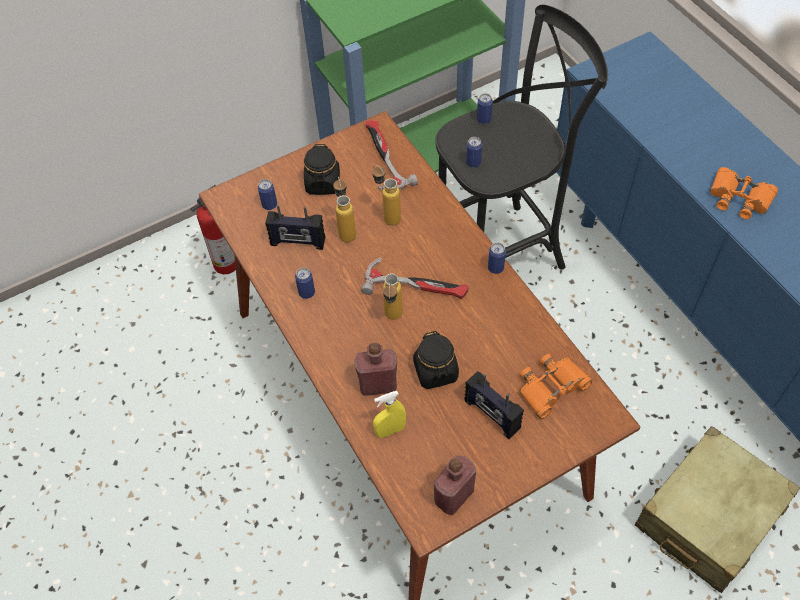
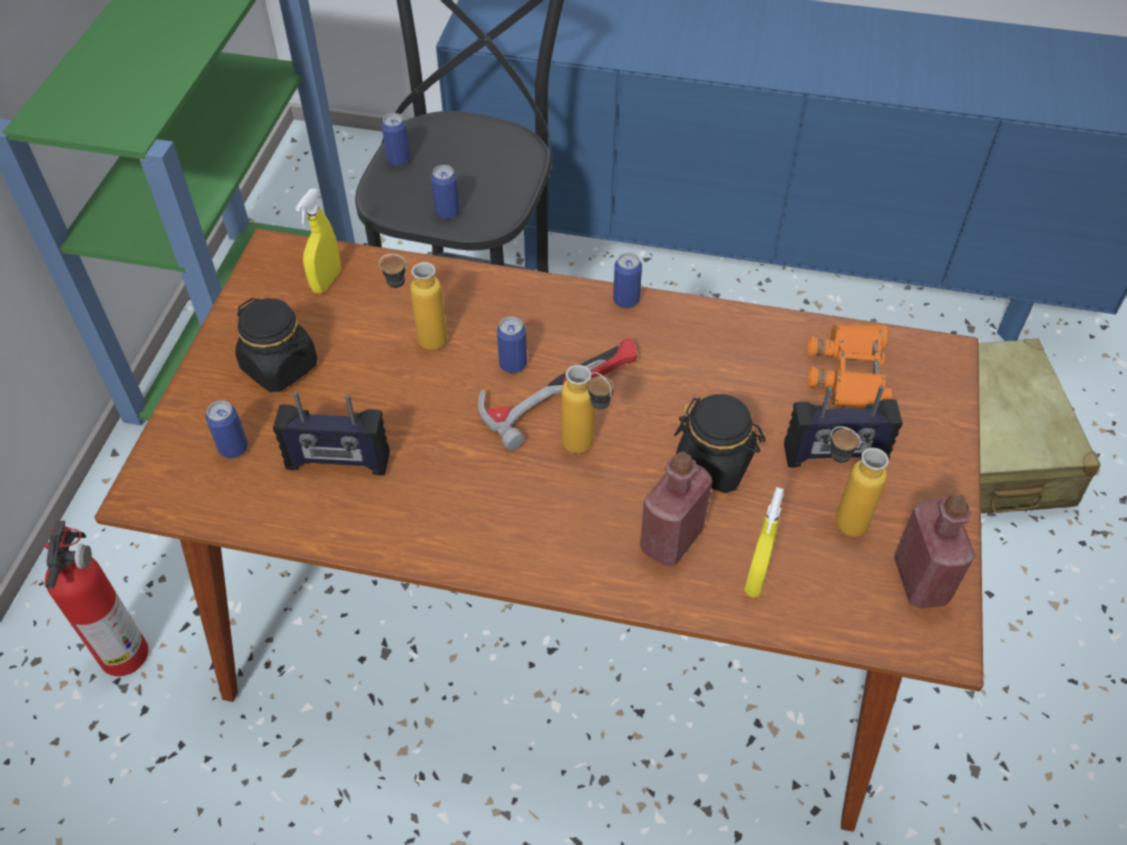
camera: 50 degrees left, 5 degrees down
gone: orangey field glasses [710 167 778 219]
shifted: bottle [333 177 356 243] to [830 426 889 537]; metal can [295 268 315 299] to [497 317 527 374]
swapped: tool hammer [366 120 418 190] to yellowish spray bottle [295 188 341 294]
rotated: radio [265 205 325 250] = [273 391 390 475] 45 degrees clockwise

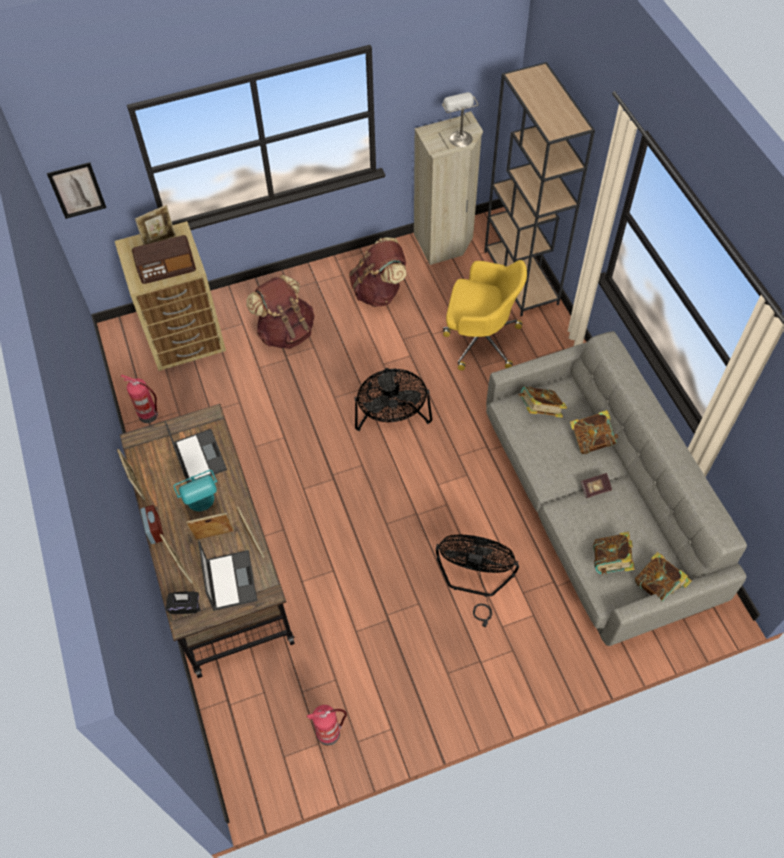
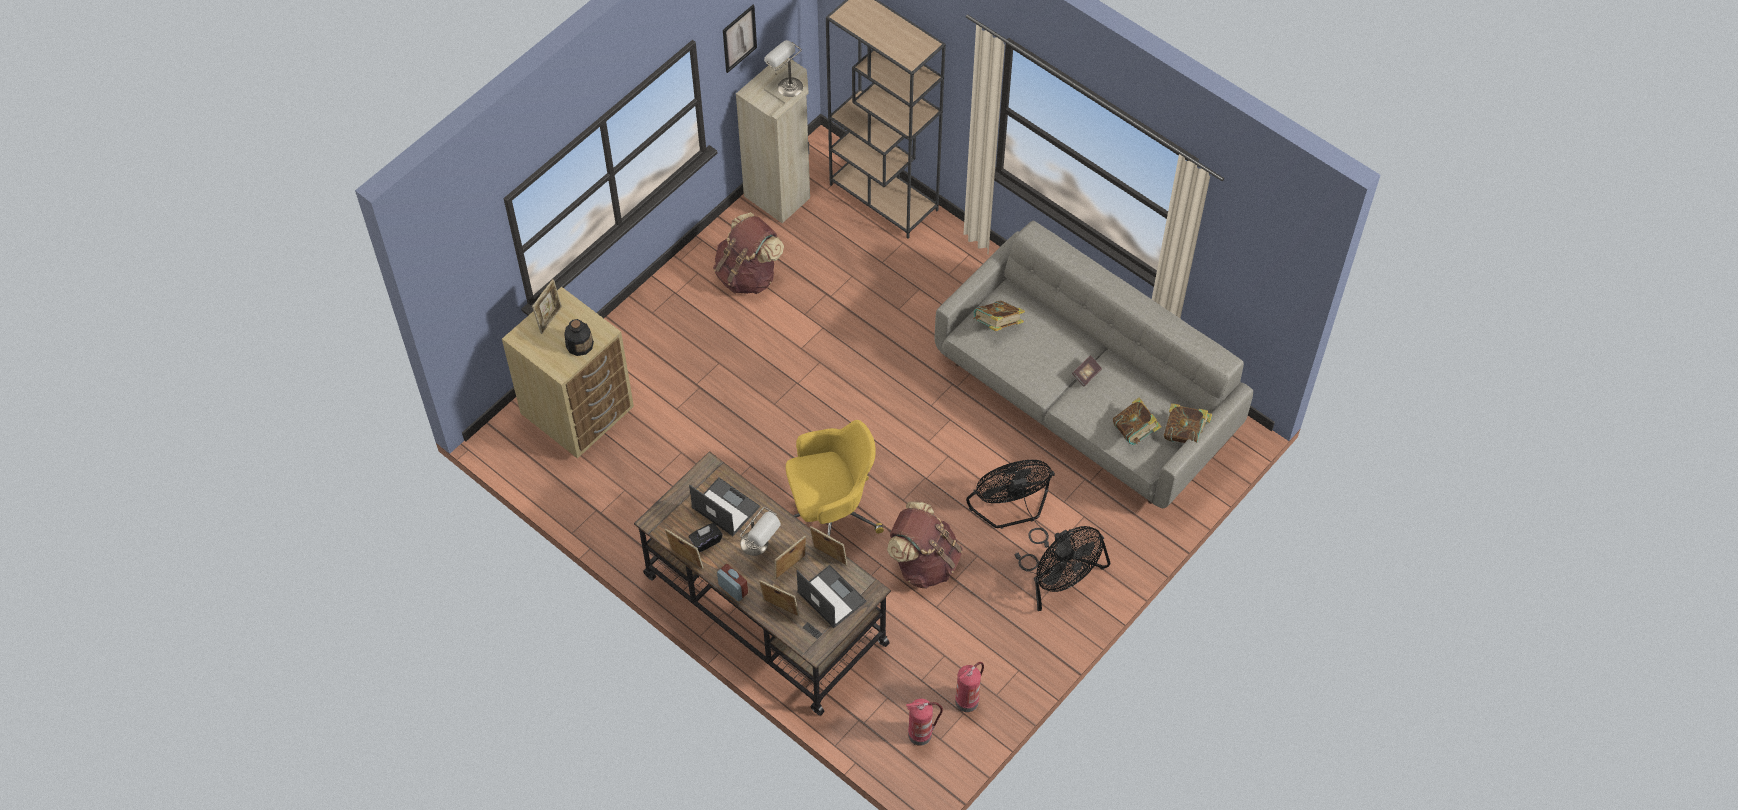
camera: 30 degrees left, 0 degrees up
gone: volume [570 410 618 454]
shifted: wall picture [47 162 106 219] to [723 5 757 73]; yellowish office chair [443 260 527 370] to [786 420 884 536]; brown-coloured backpack [246 275 314 349] to [887 501 963 589]; black-coloured cooling fan [354 368 432 431] to [1015 526 1110 611]; extinguisher [121 375 158 423] to [906 699 943 746]; black-coloured tissue box [166 592 199 614] to [689 523 723 552]
swapped: radio [132 235 196 284] to bottle [564 319 594 356]
repainted: turquoise tabletop lamp [173 470 217 511] to white tabletop lamp [740 507 781 556]

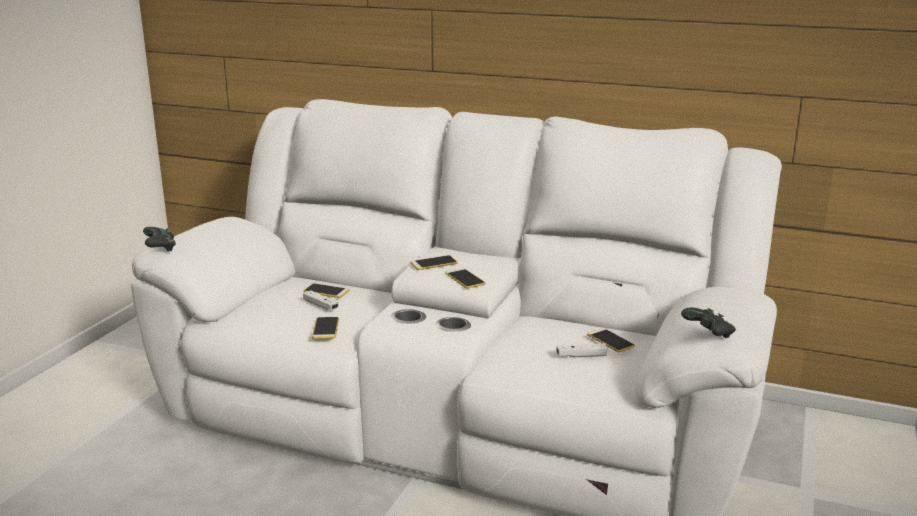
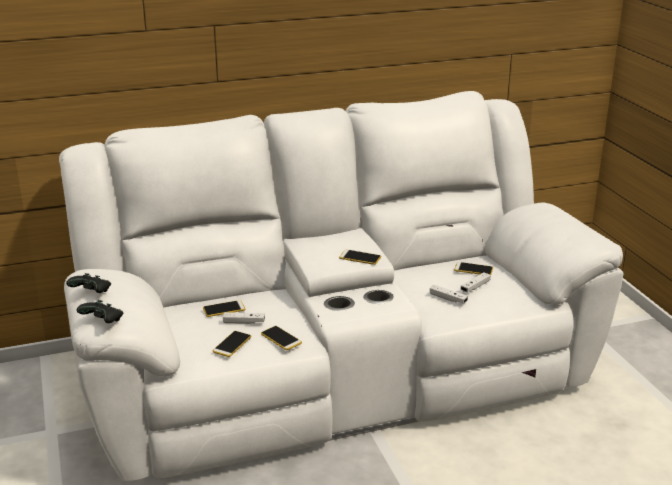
camera: 40 degrees left, 5 degrees up
new: white gamepad [430 285 468 304]
shifted: handset [410 255 458 270] to [212 331 251 357]; black-coloured gamepad [681 308 736 338] to [66 273 111 293]

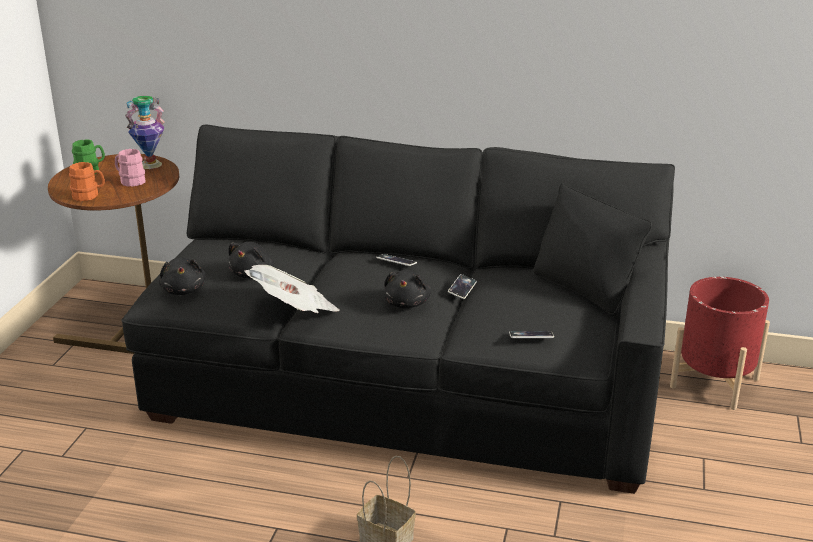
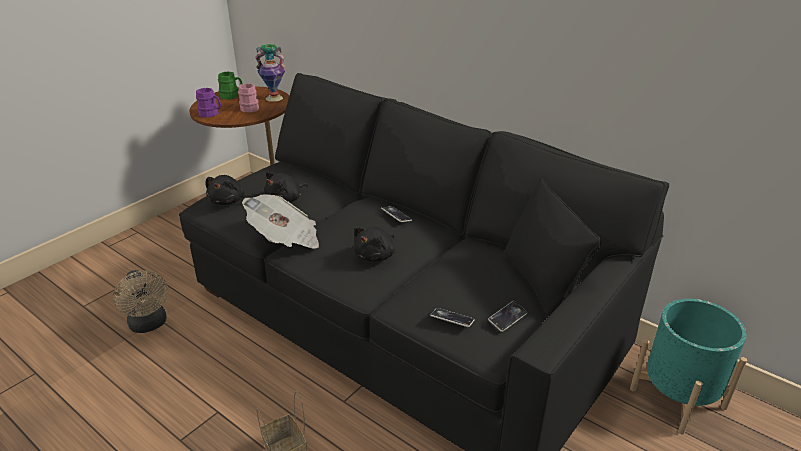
camera: 25 degrees right, 5 degrees up
new: beige cooling fan [113 270 168 333]
shifted: handset [448 274 477 299] to [488 301 527 332]
repainted: orangey tea mug [69 162 105 201] to purplish tea mug [196 88 221 118]; reddish flower pot [670 277 770 410] to turquoise flower pot [630 299 747 435]

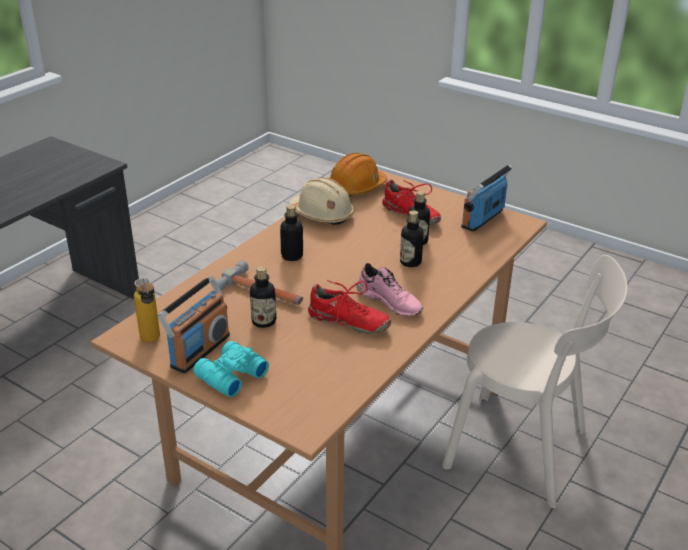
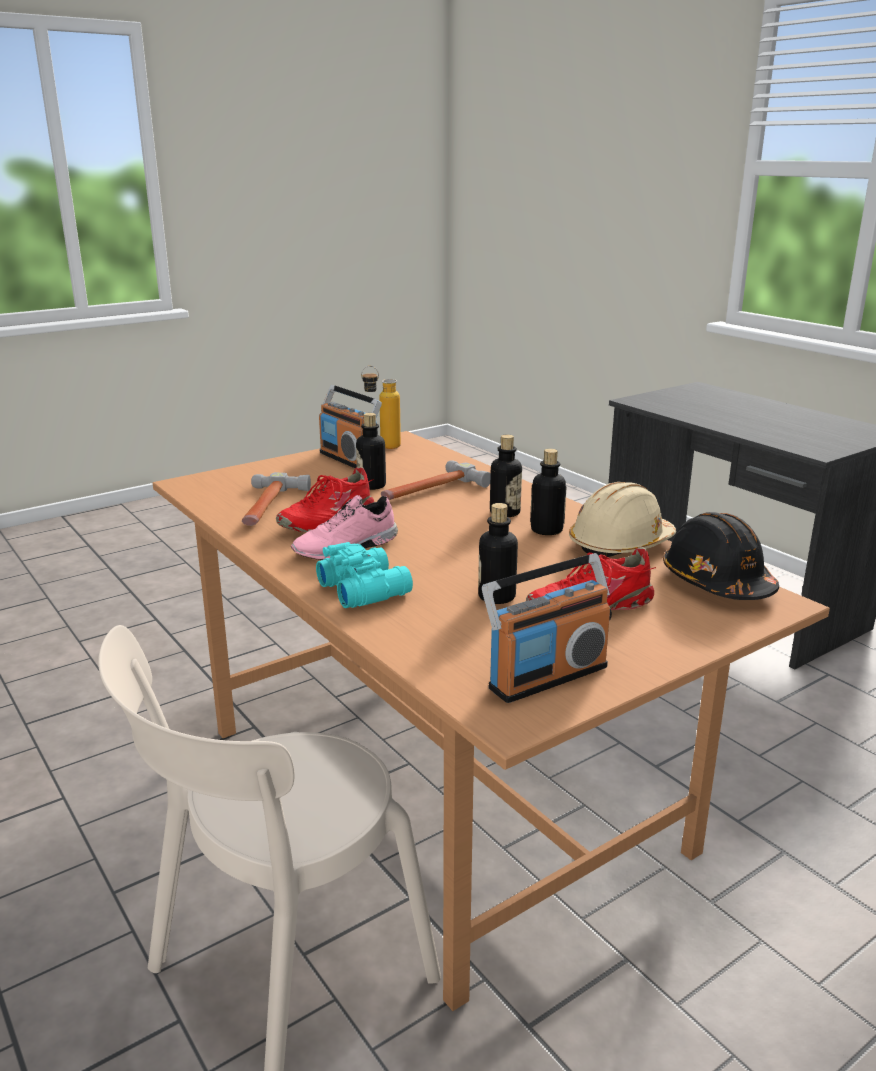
camera: 110 degrees right, 10 degrees down
new: tool hammer [242 472 311 526]
shifted: bottle [400 210 424 267] to [530 449 567 535]; turquoise field glasses [193 341 269 397] to [316 542 413 608]
repainted: orangey work helmet [330 153 387 197] to black-coloured work helmet [663 512 779 600]
rotated: radio [461 164 513 232] = [482 553 612 703] 90 degrees clockwise

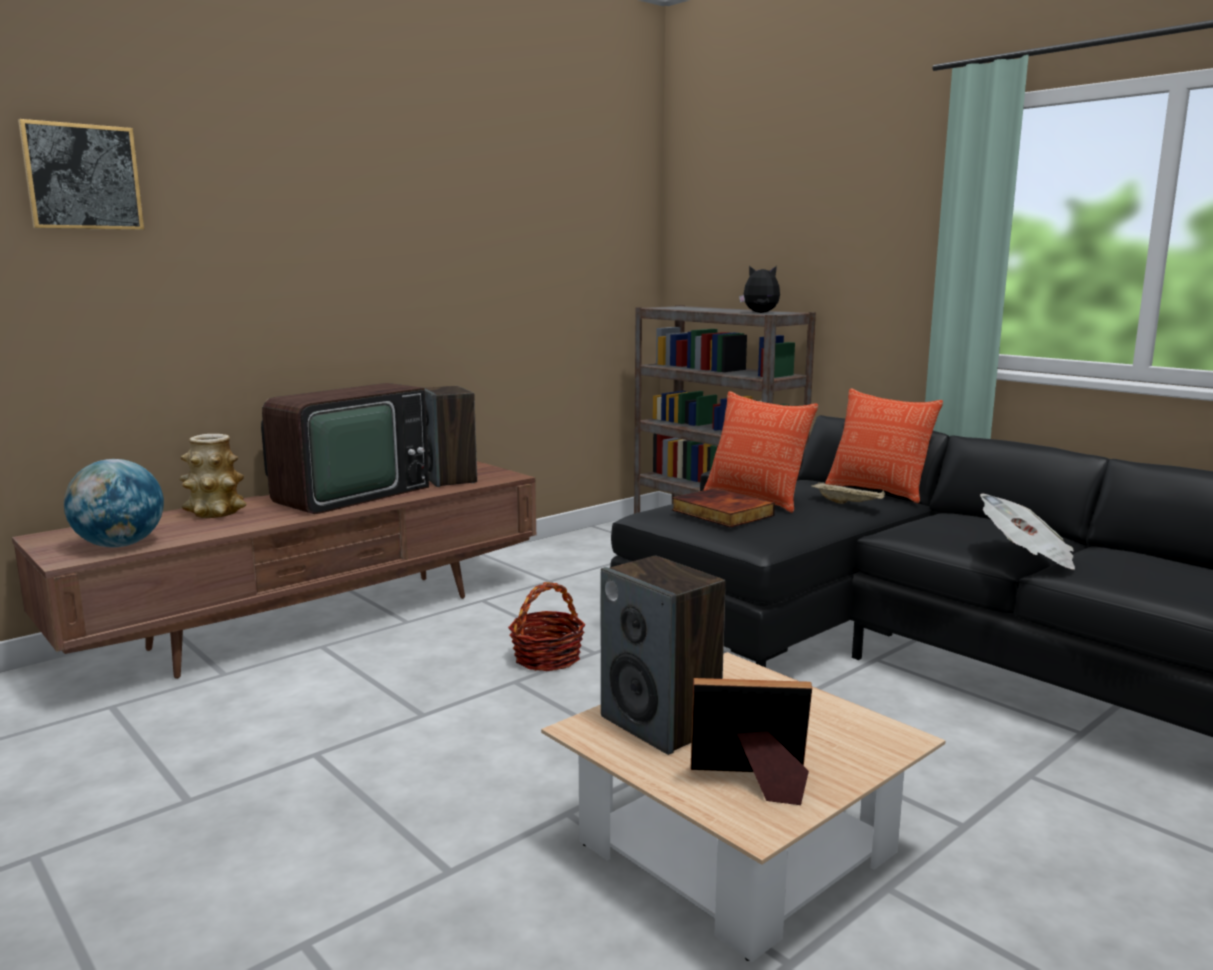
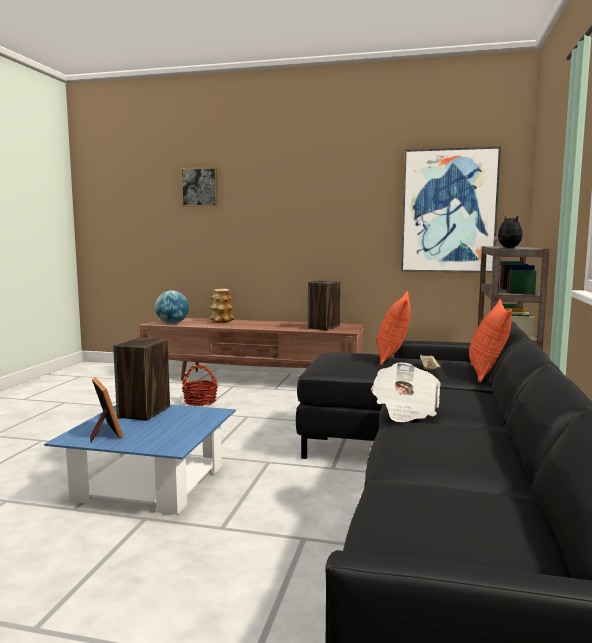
camera: 55 degrees right, 5 degrees down
gone: TV [261 383 429 514]; volume [672 488 775 527]
new: wall picture [401 147 501 273]
shifted: household basket [508 582 586 671] to [182 364 218 406]
repainted: beige lounge table [541 652 946 962] to bluish lounge table [44 405 236 515]

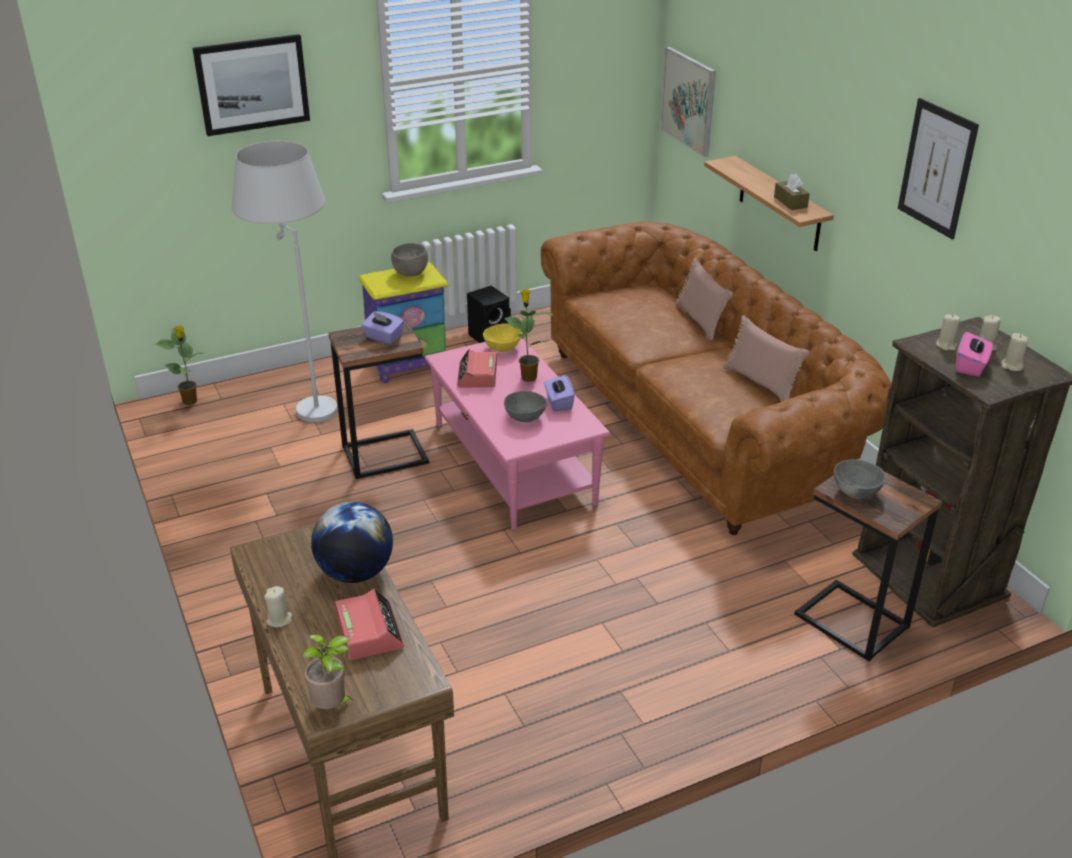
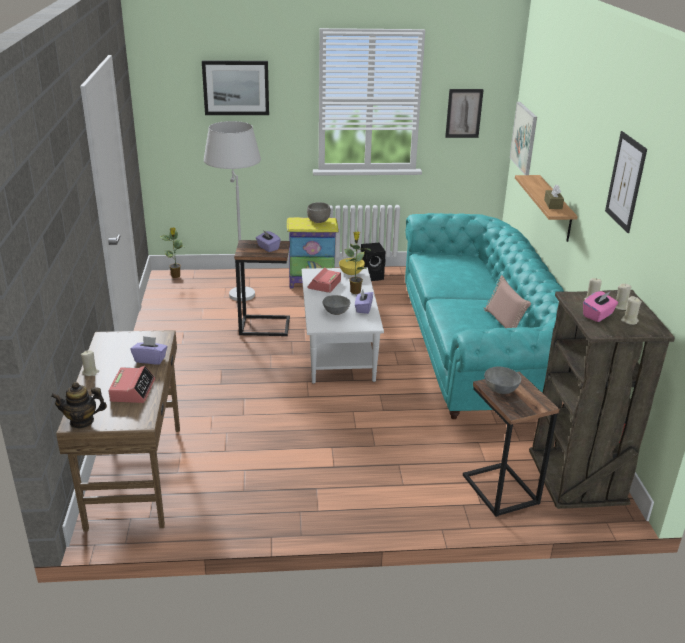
camera: 20 degrees right, 5 degrees down
gone: beige pillow [674 258 733 341]
new: wall picture [445 89 484 138]
swapped: world globe [311 502 393 583] to purplish tissue box [130 336 168 365]; plant in a pot [302 634 354 709] to teapot [51 382 107 428]
repainted: brown-coloured couch [541 221 891 535] to turquoise couch [405 213 564 419]; pink lounge table [425 338 610 530] to white lounge table [302 268 384 384]

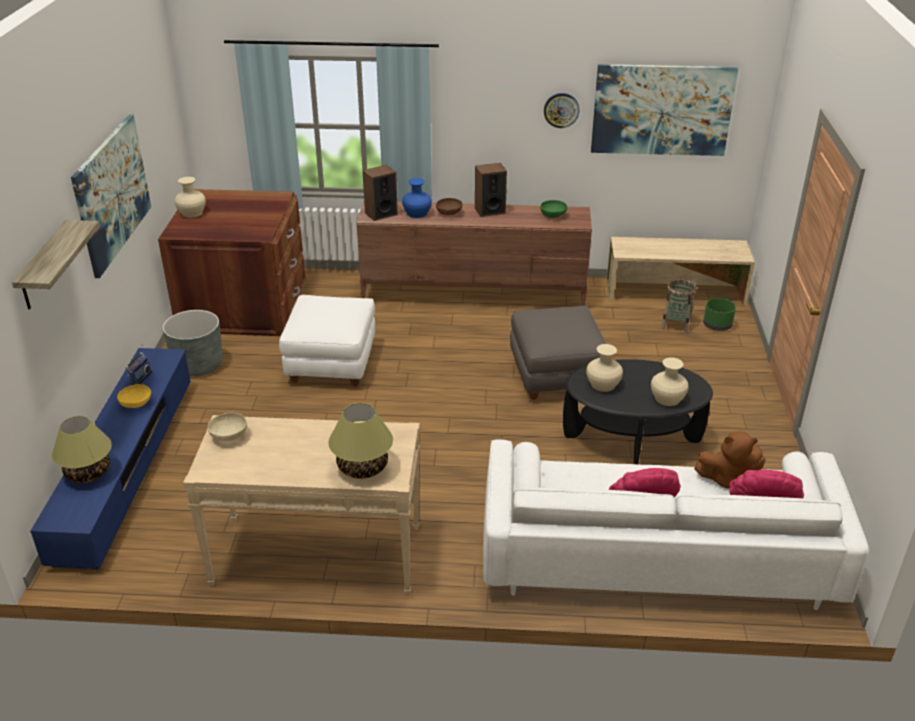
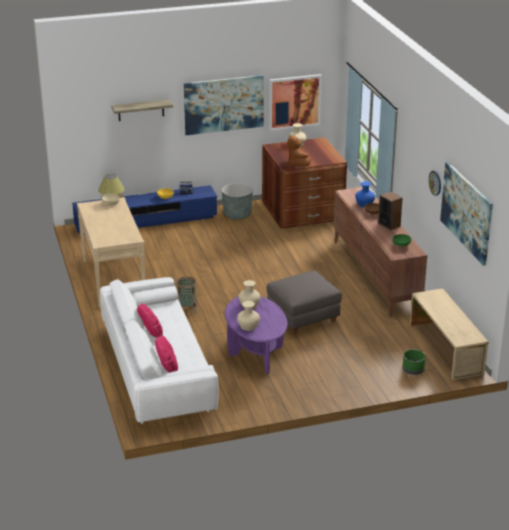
camera: 70 degrees right, 5 degrees down
gone: audio speaker [362 165 398 221]; white pouffe [279 295 376 386]; tabletop lamp [328 403 393 479]
new: wall picture [269 74 322 131]
shifted: household basket [661 278 696 333] to [177 277 197 314]; brown-coloured plush toy [694 431 766 488] to [287 136 312 166]
repainted: black-coloured lounge table [563 359 713 464] to purplish lounge table [225 296 288 375]

